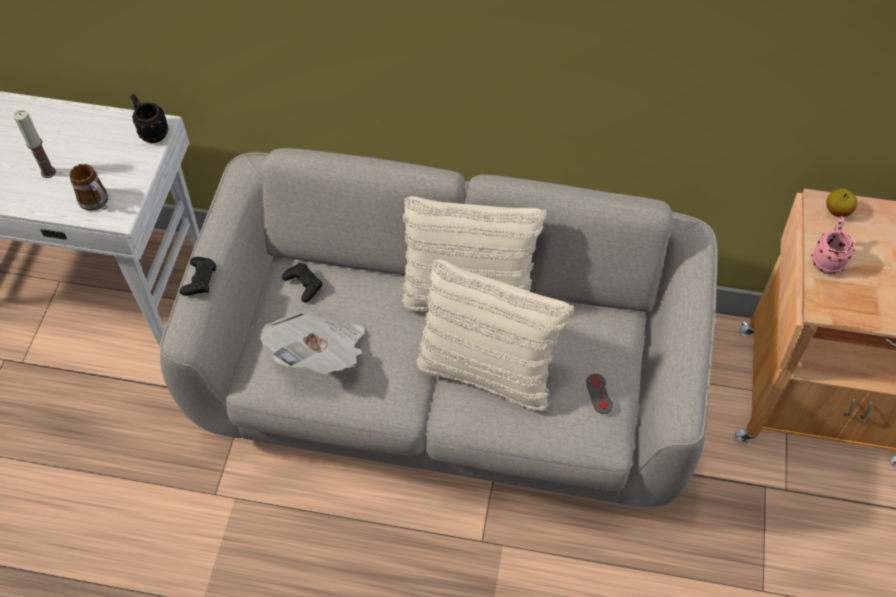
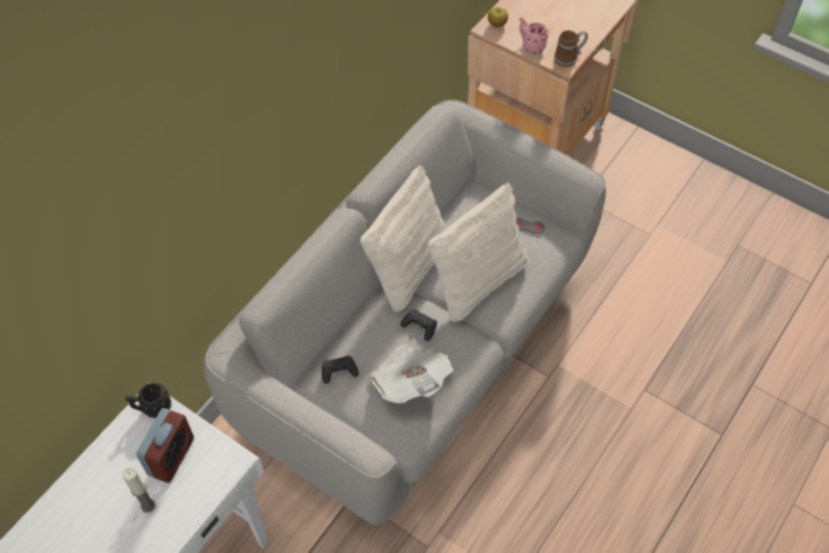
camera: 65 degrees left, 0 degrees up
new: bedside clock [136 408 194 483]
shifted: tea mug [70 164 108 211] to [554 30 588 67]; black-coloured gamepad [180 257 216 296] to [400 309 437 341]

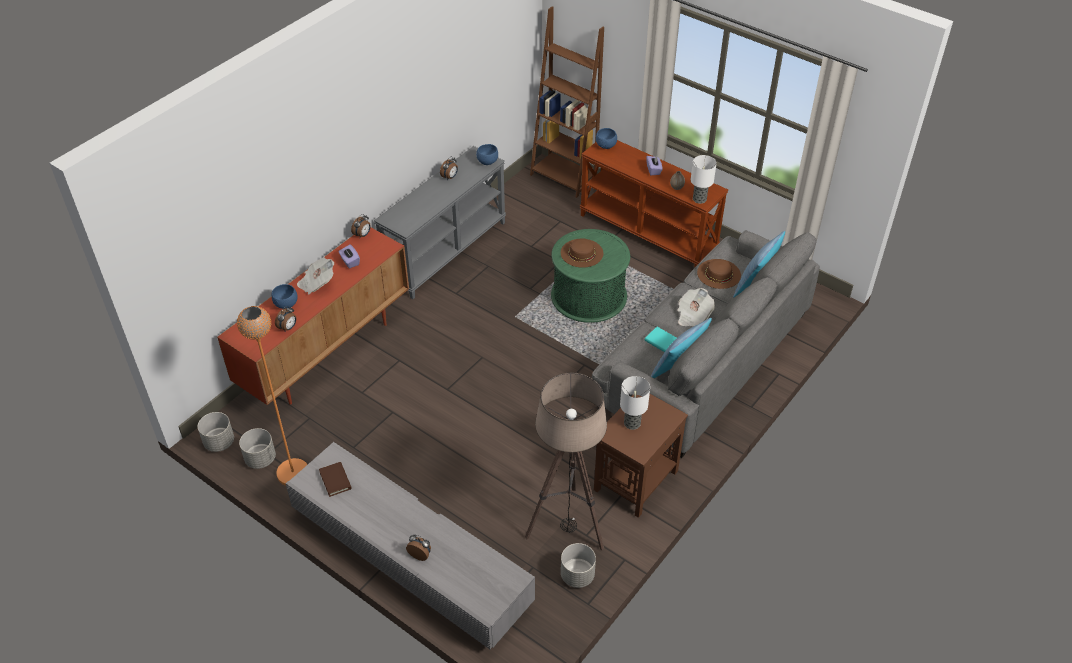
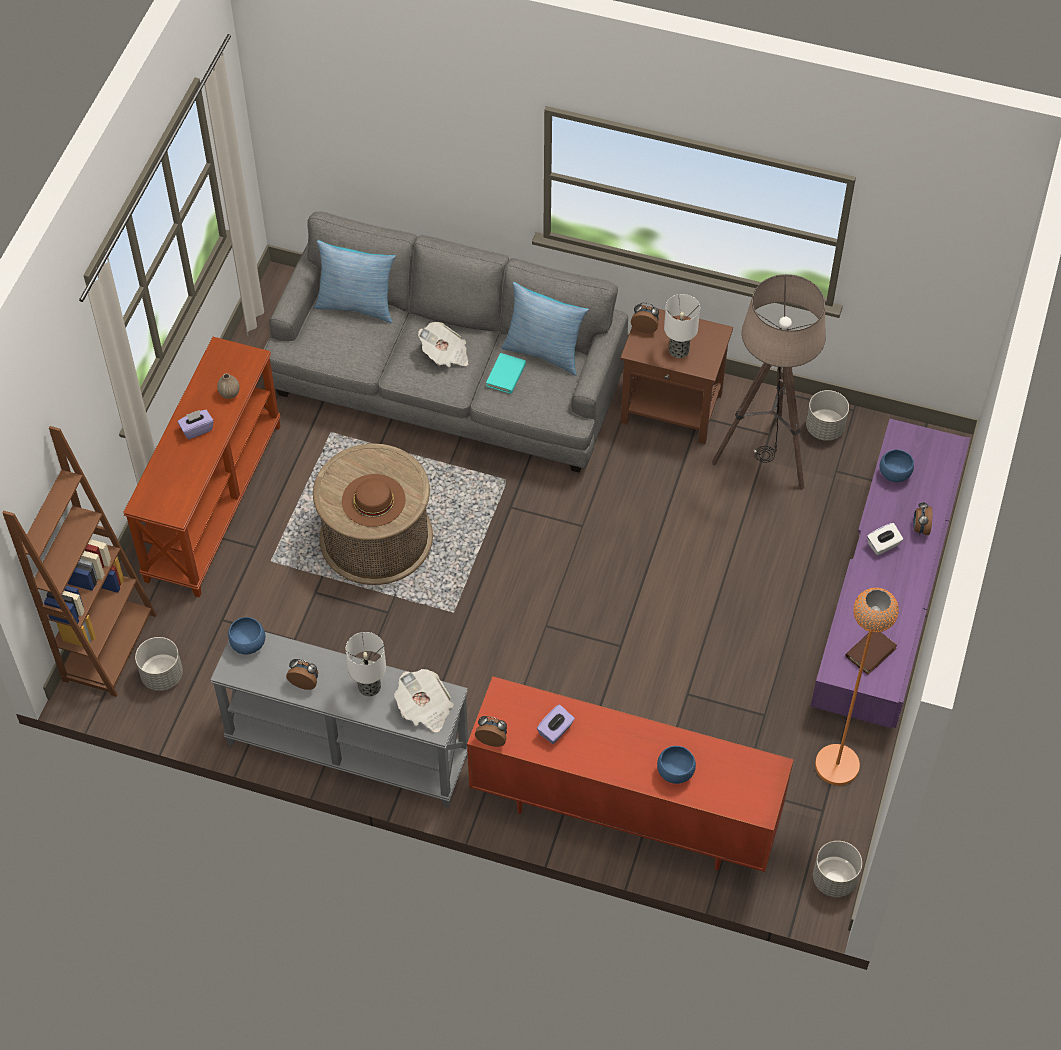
camera: 110 degrees left, 10 degrees up
gone: brown-coloured hat [697 259 741 289]
new: white tissue box [867 523 903 555]
shifted: bluish deep dish [596 128 617 149] to [880 449 914 482]; tabletop lamp [691 155 717 204] to [346 632 386 697]; printed paper [297 257 334 295] to [394 669 454 732]; bedside clock [275 306 296 331] to [631 302 659 333]; greyish flower pot [239 428 276 469] to [135 637 183 691]
repainted: green lounge table [551 229 630 323] to brown-coloured lounge table [313 444 433 585]; greyish media console [285 442 535 649] to purplish media console [811 419 971 728]

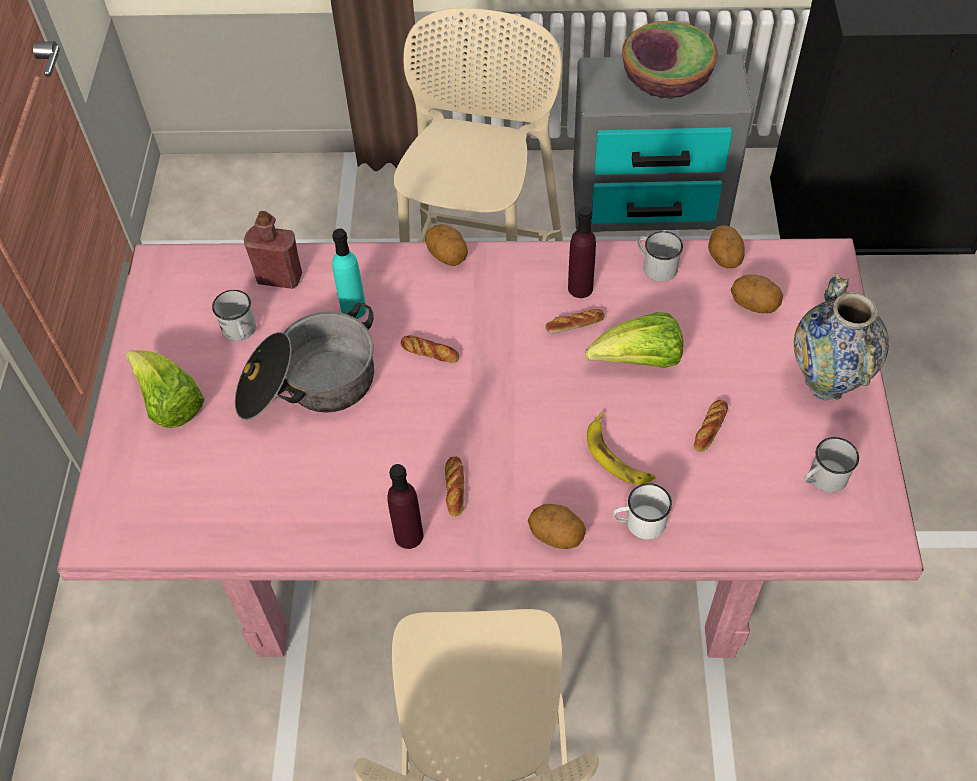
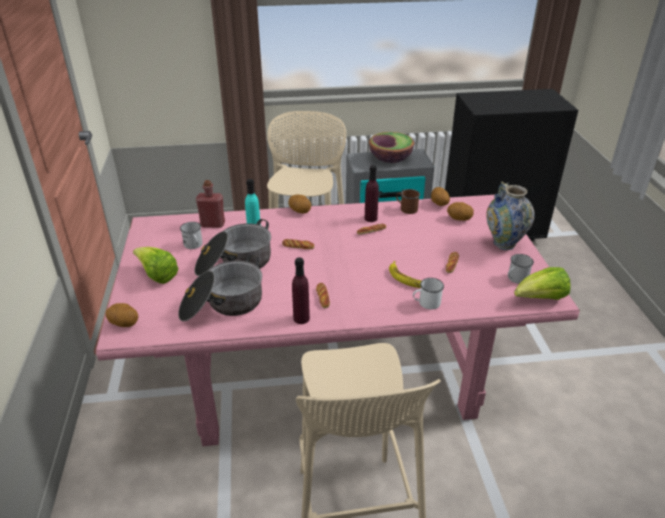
camera: 10 degrees left, 20 degrees down
new: stockpot [178 255 262 321]
shifted: lettuce head [585 312 683 368] to [514 267 571 300]; potato [528 504 586 549] to [106 303 138 327]
repainted: white tea mug [637 231 683 282] to brown-coloured tea mug [396 189 420 214]

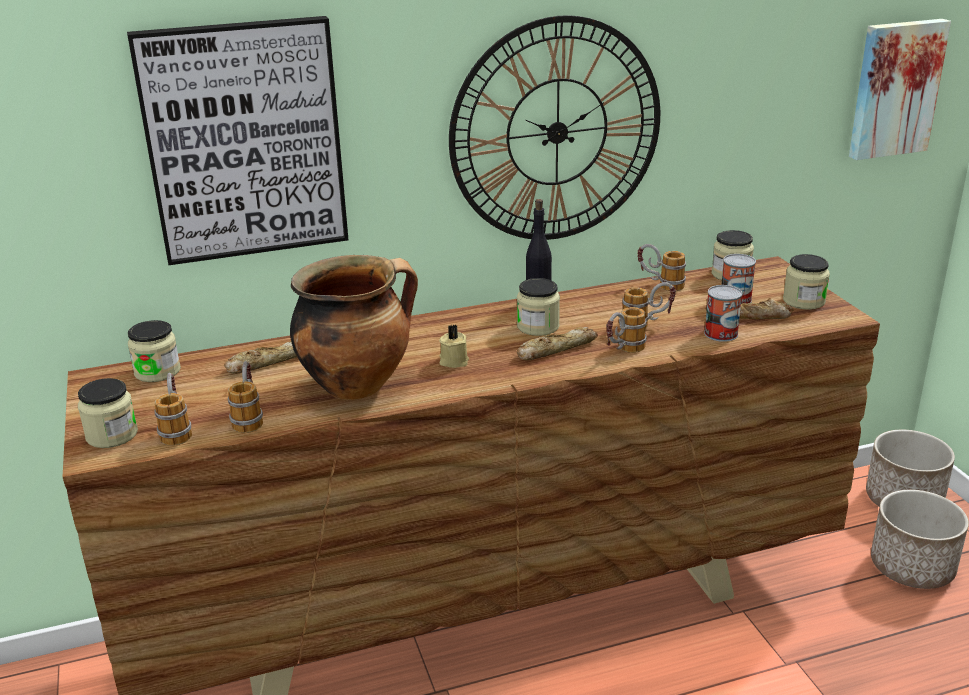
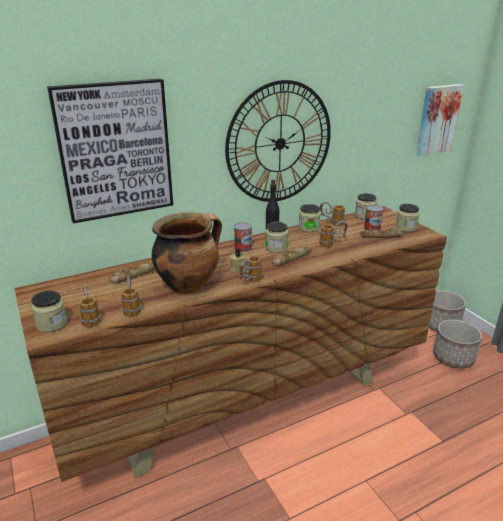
camera: 10 degrees left, 0 degrees up
shifted: metal can [704 285 743 342] to [234 222 252 252]; tea mug [606 307 647 353] to [239 256 263 282]; jar [128 320 181 382] to [298 204 320 232]

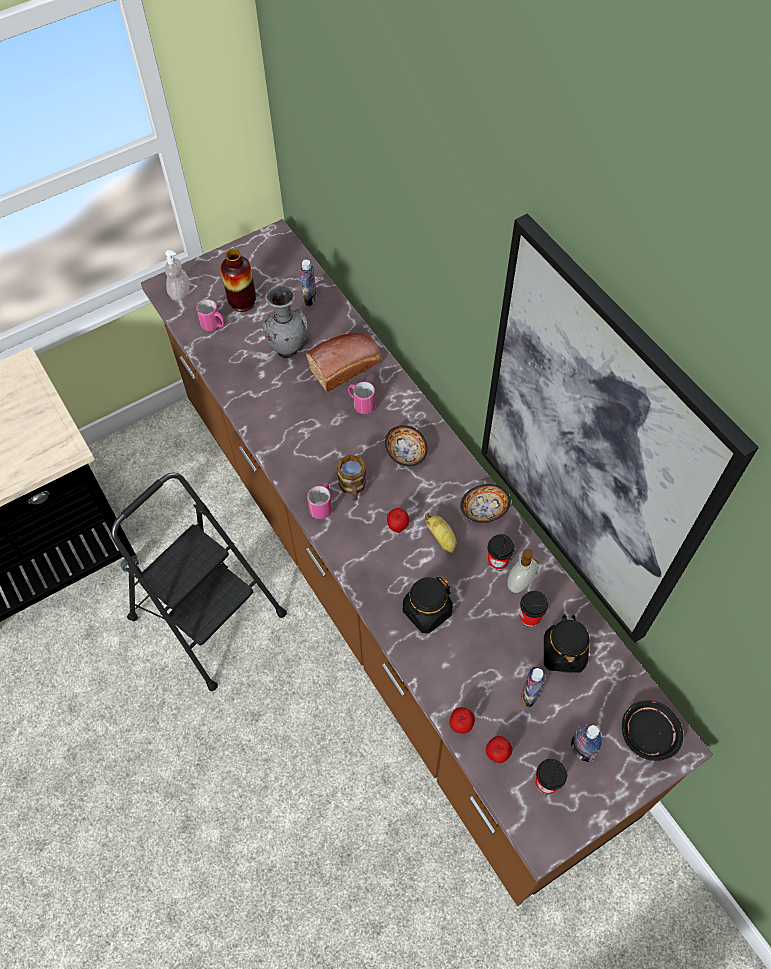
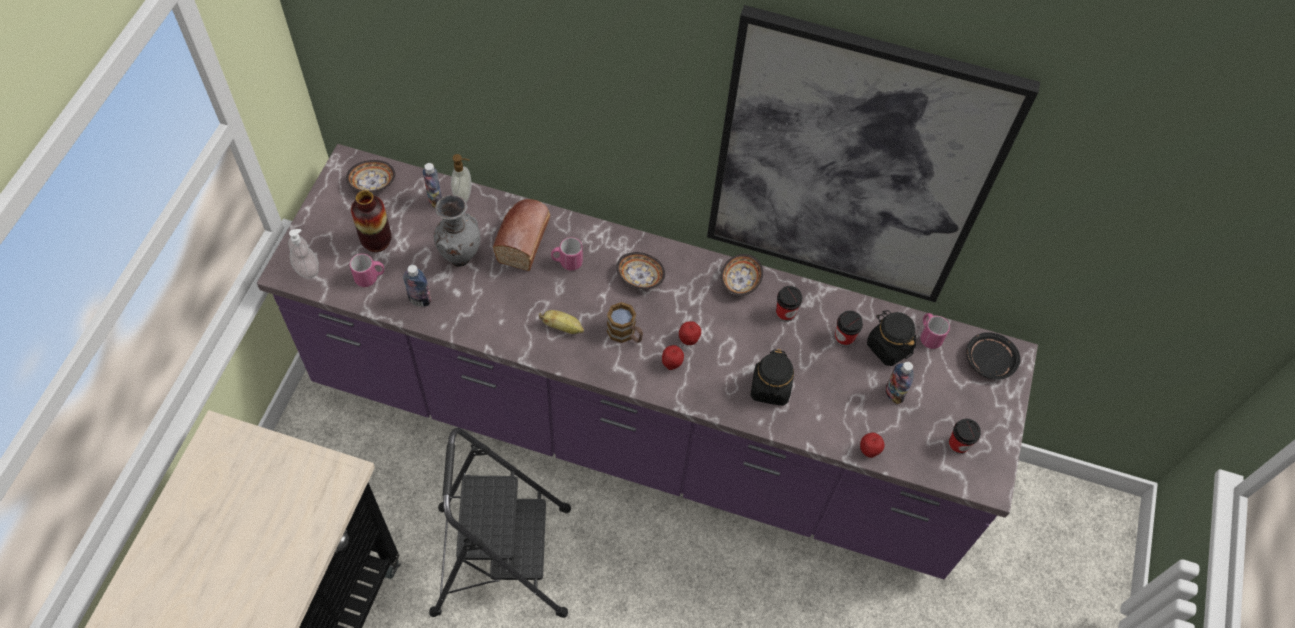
camera: 45 degrees left, 0 degrees up
new: deep dish [346 160 395 192]
shifted: pink tea mug [307 483 332 519] to [920 313 950 349]; whole banana [425 513 457 554] to [539 310 584 334]; soap bottle [508 549 539 593] to [451 154 471 202]; bottle [571 724 602 762] to [403 265 432 307]; apple fruit [486 736 512 763] to [662 345 684 370]
repainted: brown-coloured kitchen base unit [141 219 713 906] to purplish kitchen base unit [257 144 1038 579]

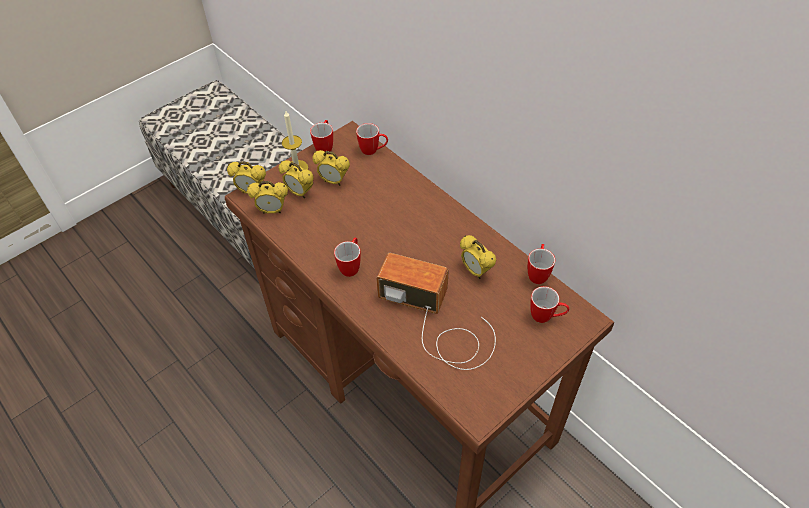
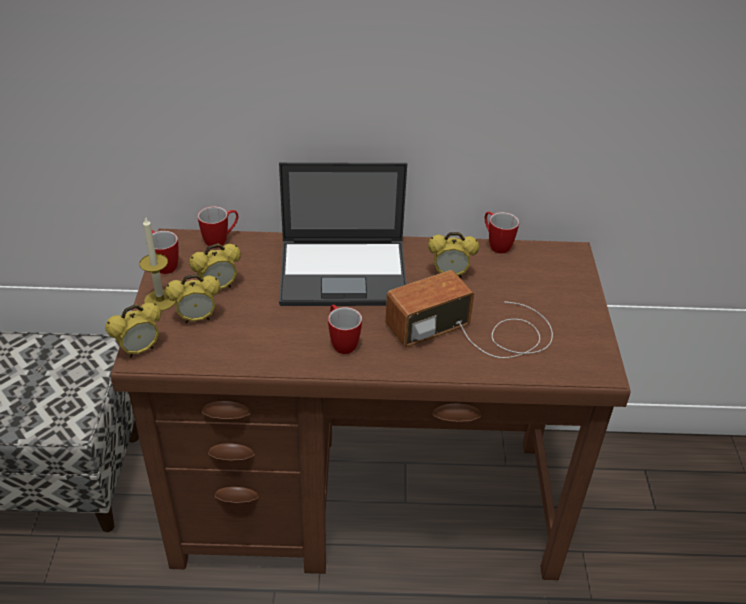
camera: 50 degrees left, 10 degrees down
gone: bedside clock [247 181 288 214]; tea mug [530 286 569 323]
new: portable computer [279 162 407 306]

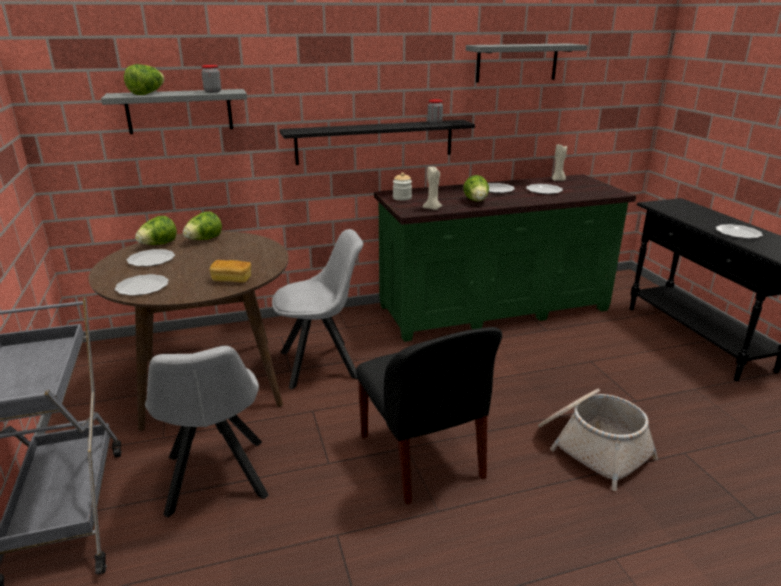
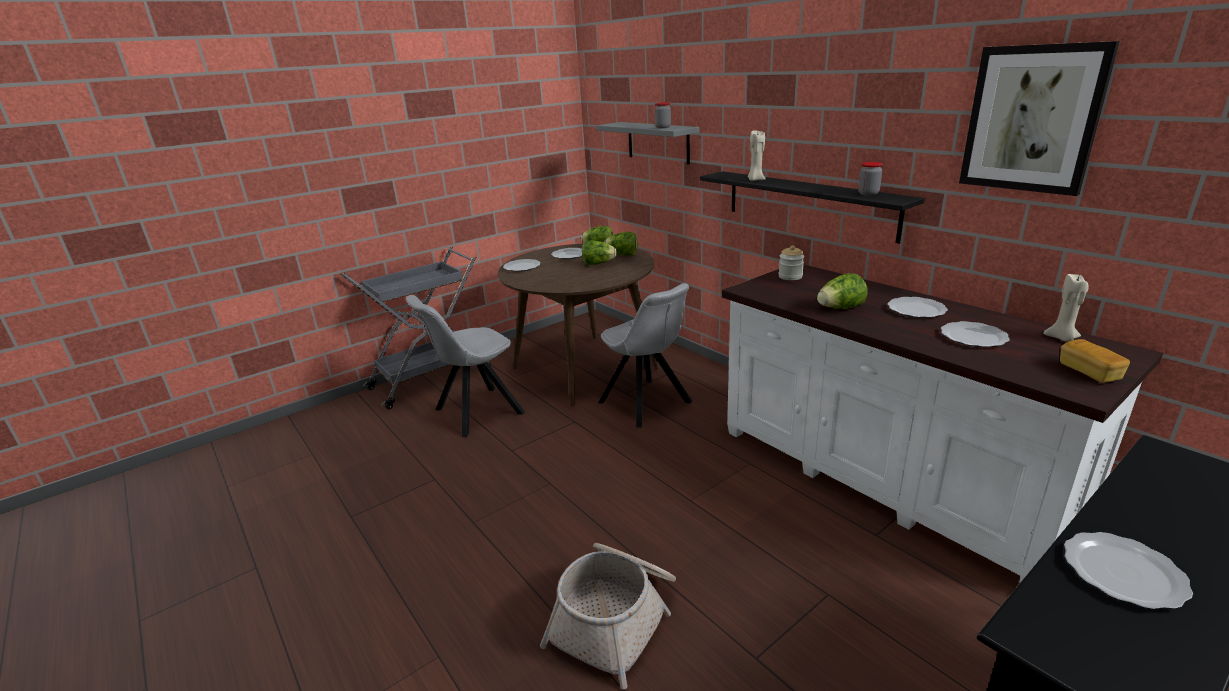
camera: 70 degrees right, 0 degrees up
gone: black-coloured chair [356 327 502 504]
shifted: lettuce head [124 64 164 95] to [582 240 617 265]; beige candle [423 167 442 210] to [748 130 766 181]; baked bread [209 260 251 283] to [1060 339 1130 383]
swapped: greyish shelf [466 43 588 82] to wall picture [959 41 1120 196]
repainted: green cabinet [374 174 636 342] to white cabinet [722 264 1163 583]

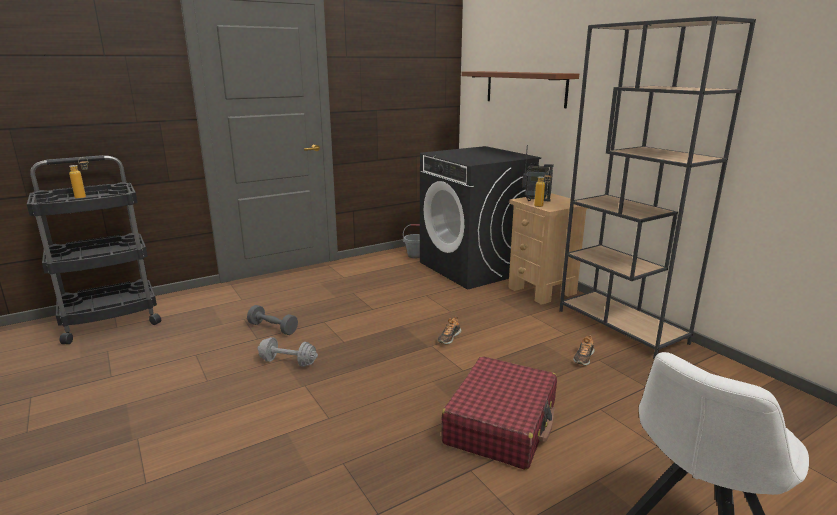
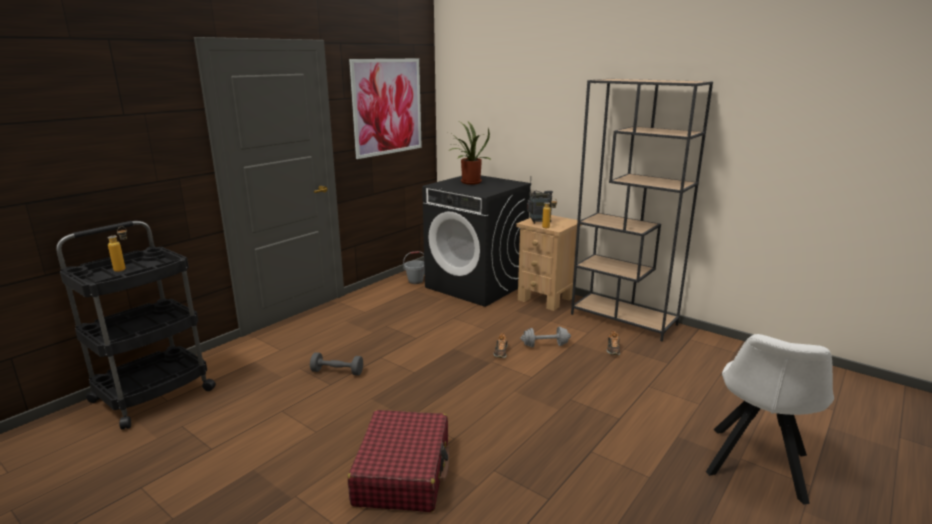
camera: 20 degrees left, 0 degrees up
gone: brown-coloured shelf [461 71 579 108]
new: wall picture [349 59 422 159]; plant in a pot [448 122 491 185]
shifted: greyish hand weight [257 337 318 367] to [520 327 571 347]; reddish suitcase [441 356 557 470] to [348 410 449 512]

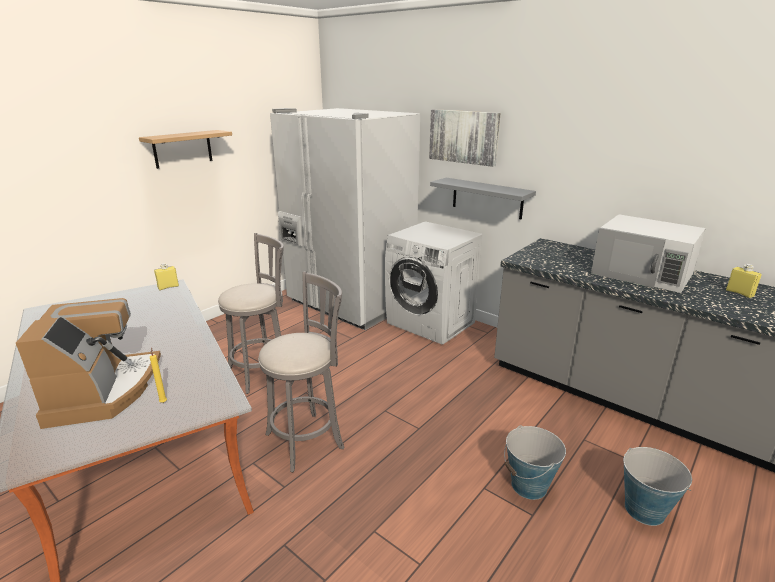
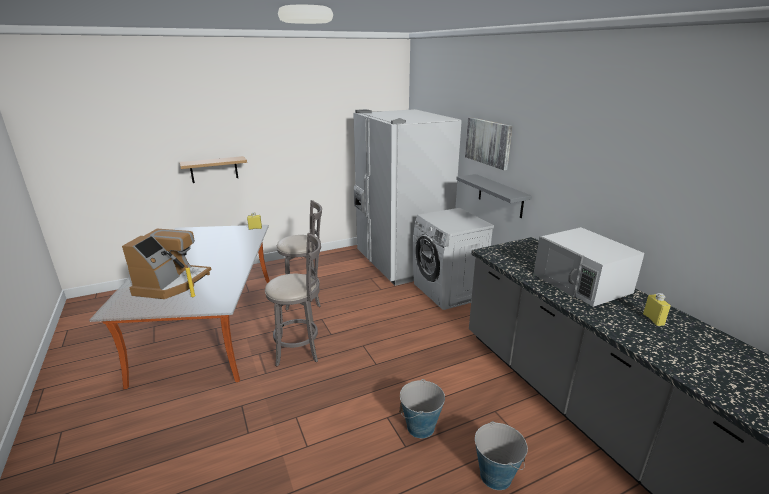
camera: 25 degrees right, 0 degrees up
shifted: shelf [139 130 232 169] to [180 156 247 183]

